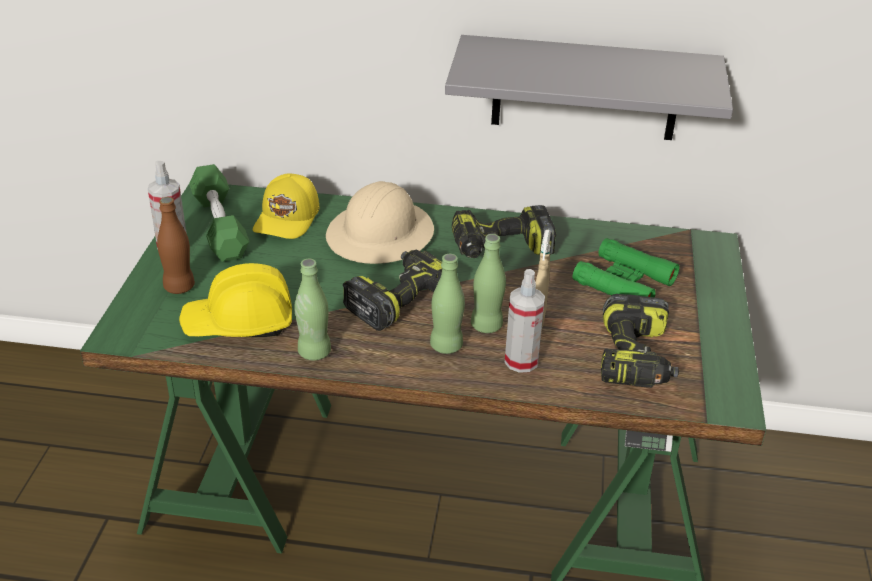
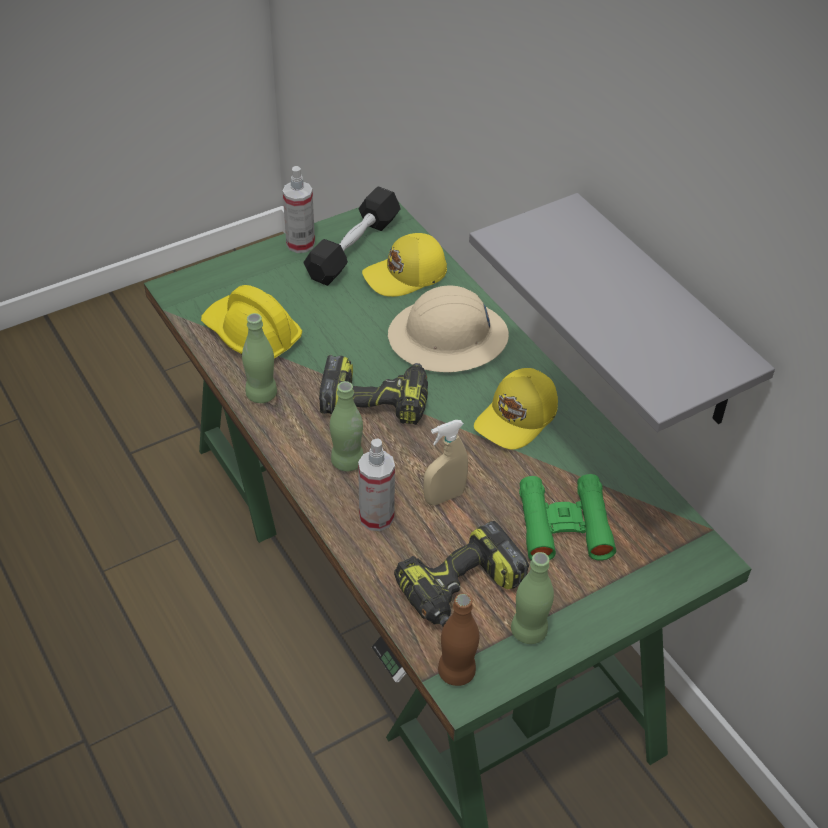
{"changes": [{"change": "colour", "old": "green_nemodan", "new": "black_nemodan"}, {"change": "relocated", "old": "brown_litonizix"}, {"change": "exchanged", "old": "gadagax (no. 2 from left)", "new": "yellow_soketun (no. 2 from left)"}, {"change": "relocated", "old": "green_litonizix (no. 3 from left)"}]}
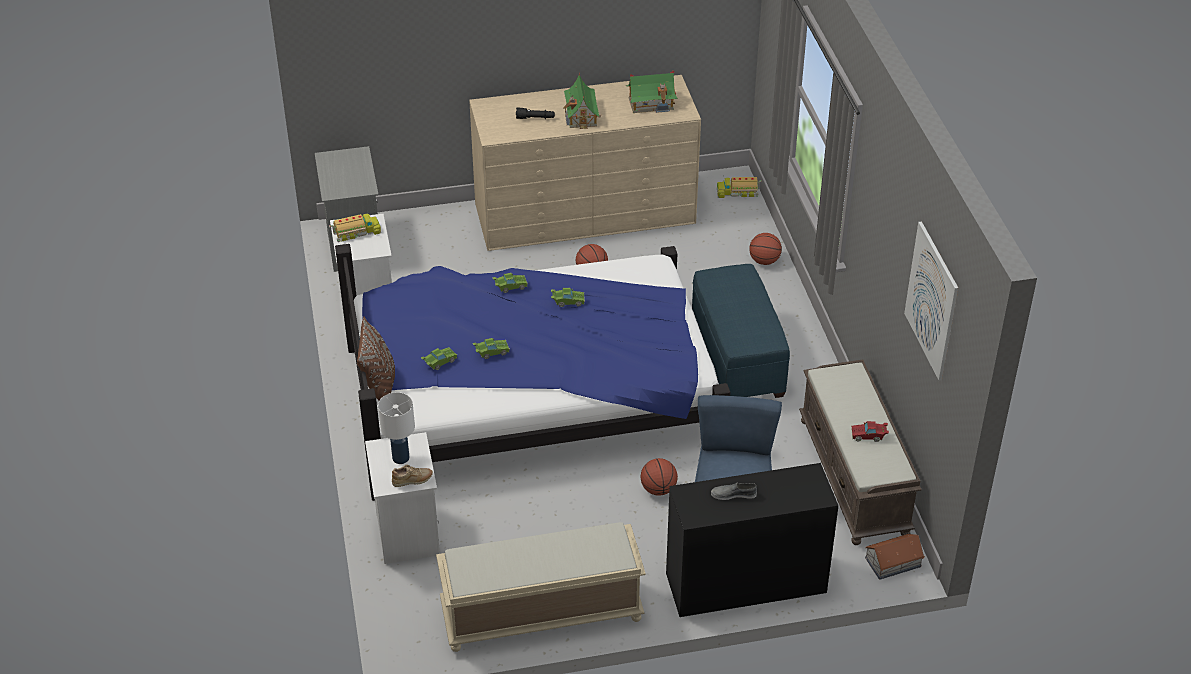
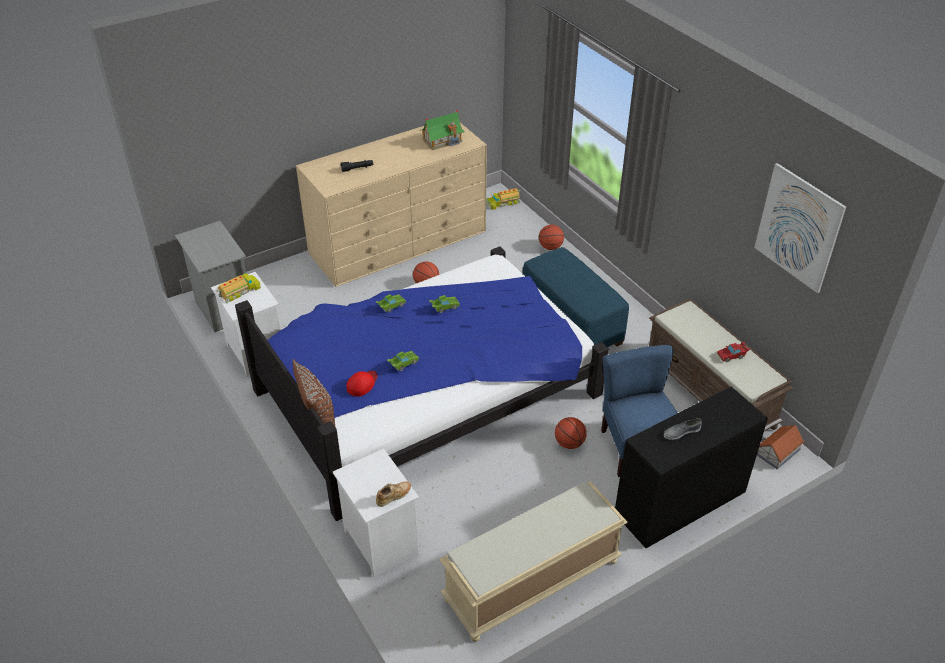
{"changes": [{"change": "exchanged", "old": "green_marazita (no. 1 from left)", "new": "red_soketun"}, {"change": "missing", "old": "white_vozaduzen"}, {"change": "missing", "old": "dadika (no. 1 from left)"}]}
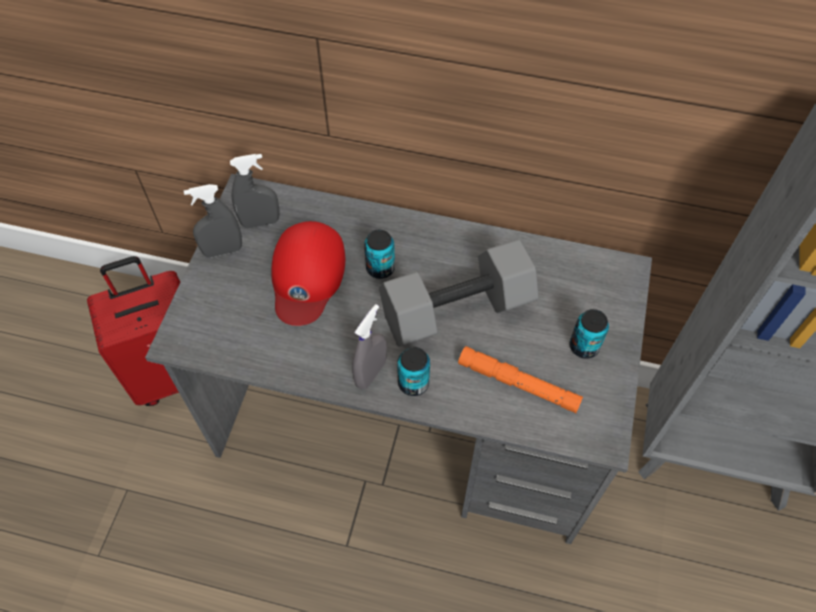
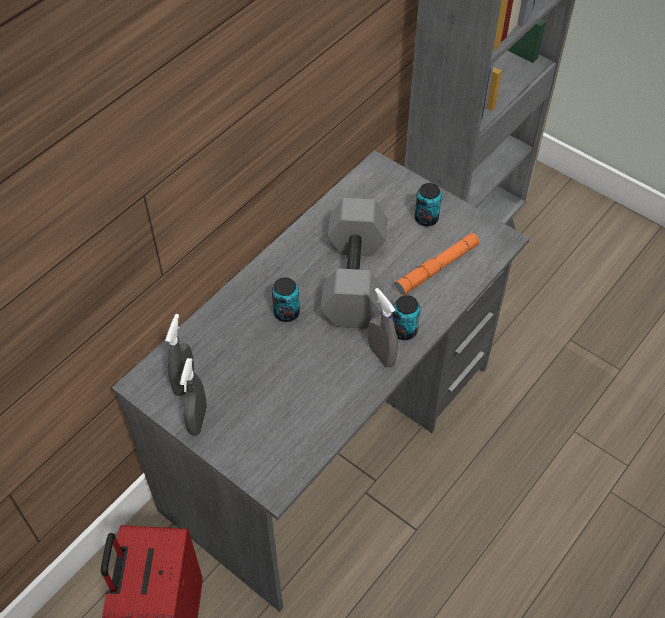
{"changes": [{"change": "missing", "old": "red_soketun"}]}
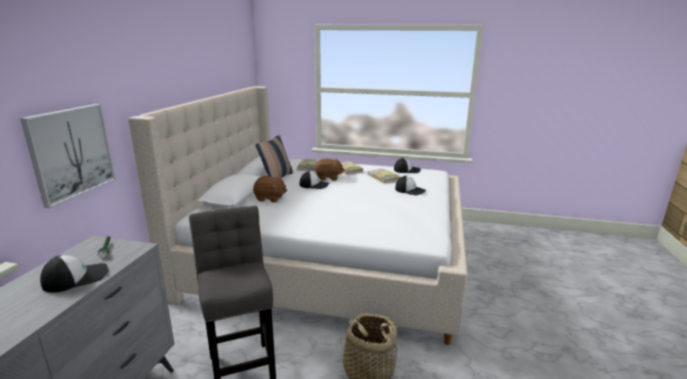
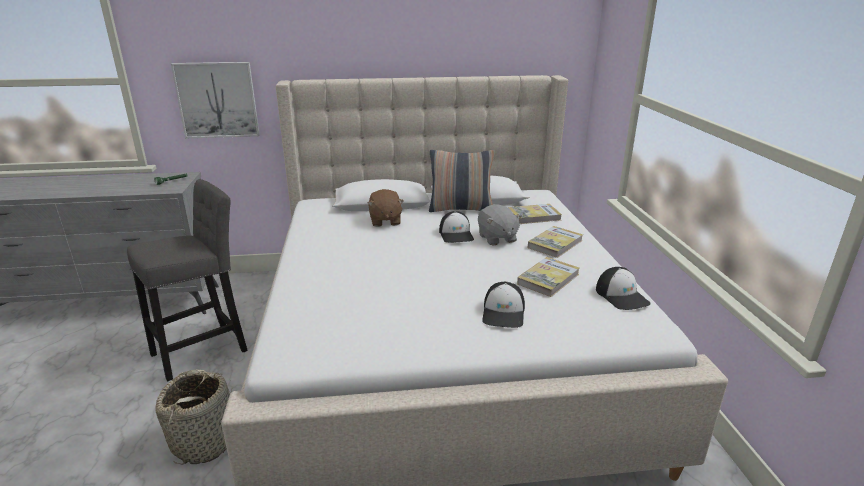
{"changes": [{"change": "colour", "old": "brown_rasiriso (no. 2 from left)", "new": "grey_rasiriso"}, {"change": "missing", "old": "soketun (no. 1 from left)"}]}
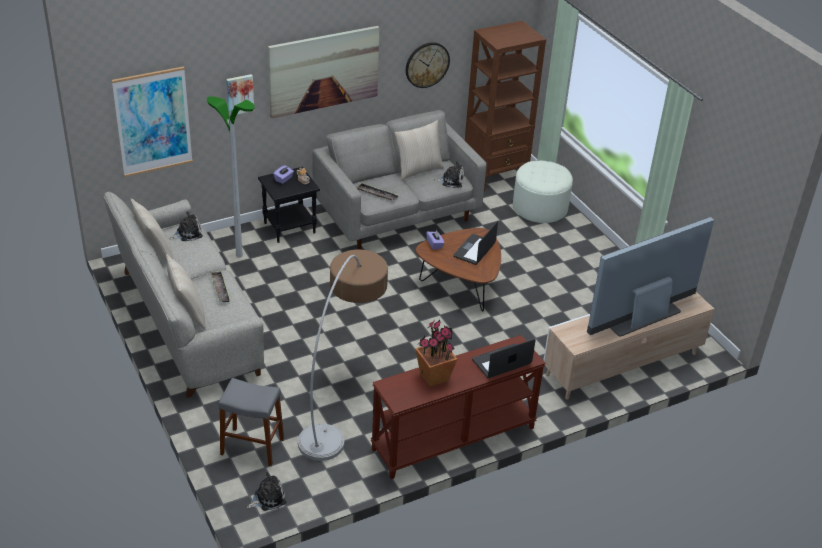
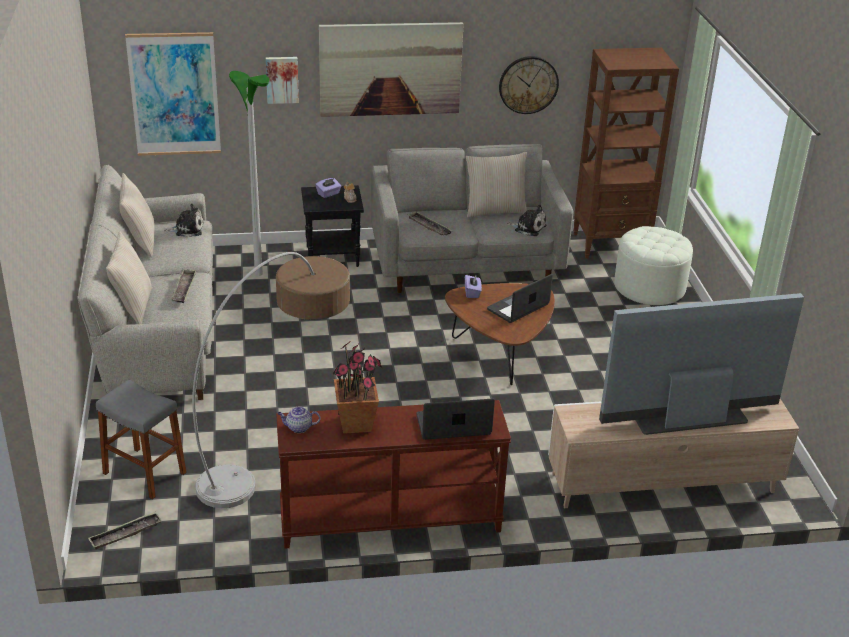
{"changes": [{"change": "exchanged", "old": "rasiriso (no. 2 from left)", "new": "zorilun (no. 1 from left)"}, {"change": "appeared", "new": "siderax (no. 1 from left)"}]}
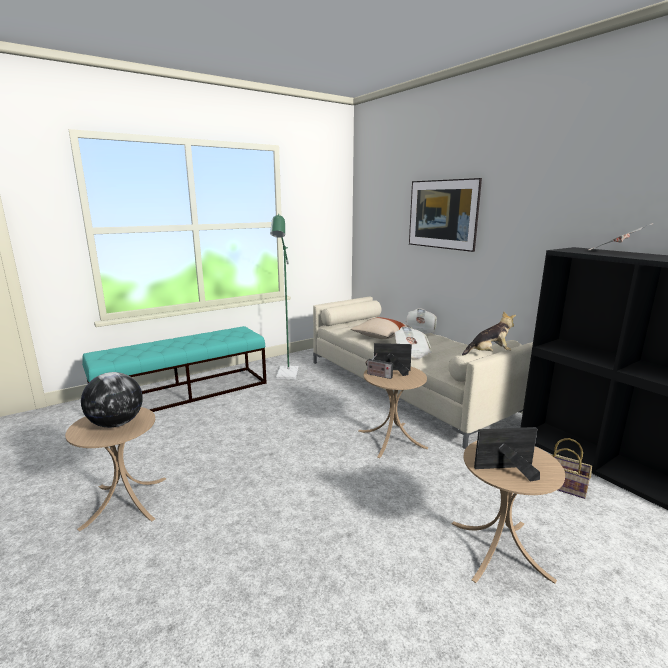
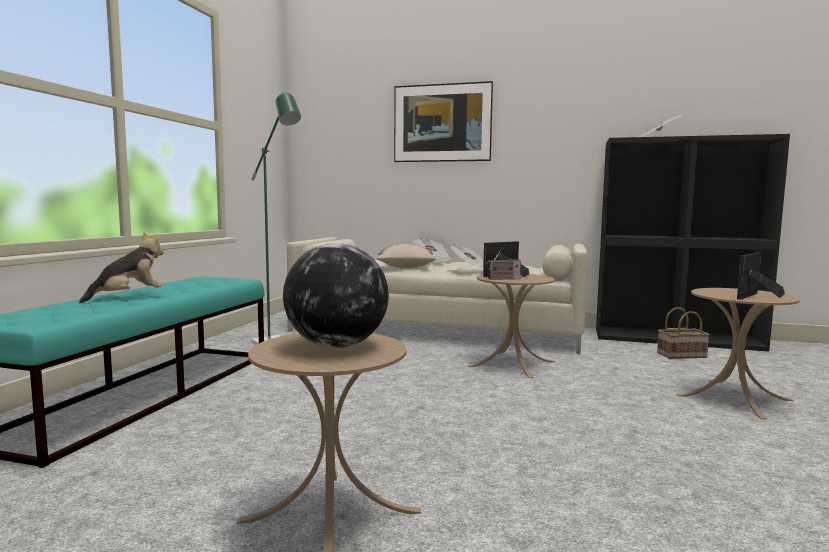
{"changes": [{"change": "relocated", "old": "rasiriso"}]}
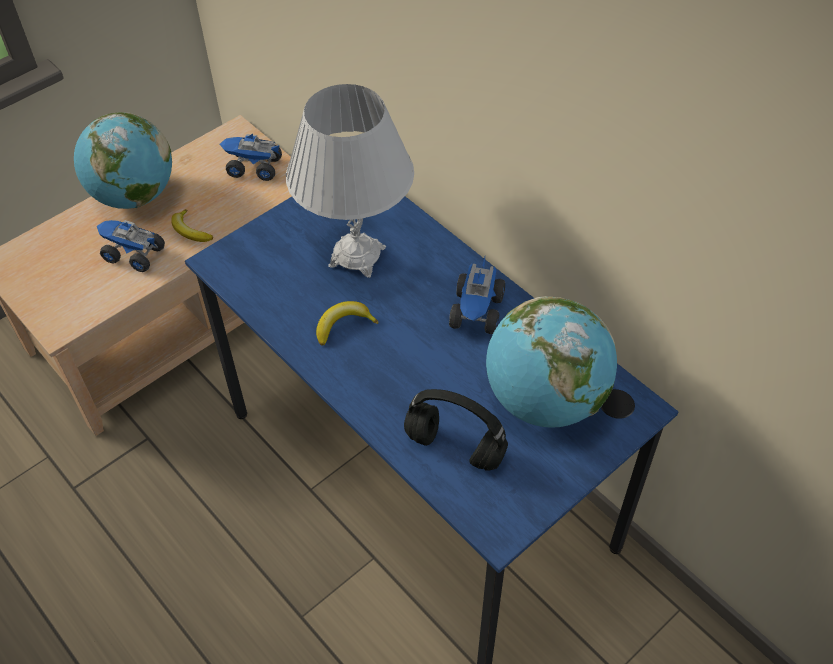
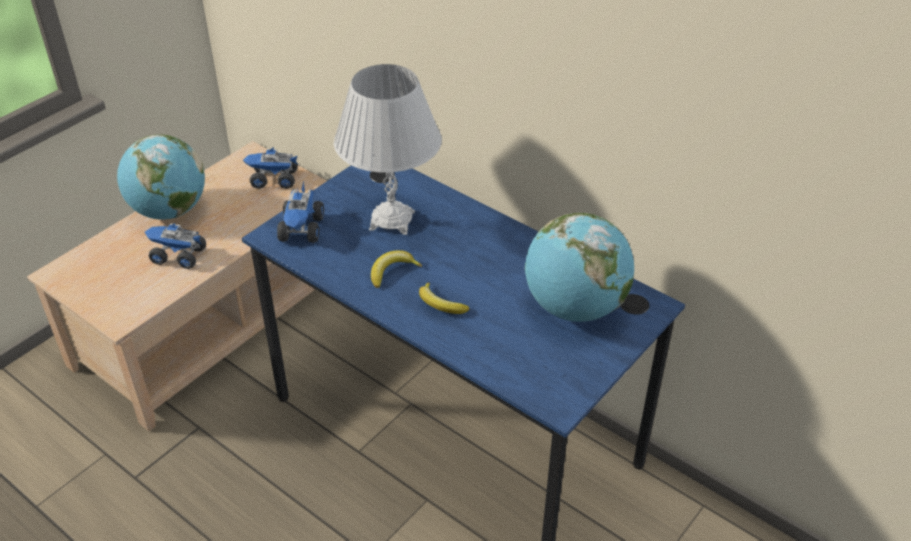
{"changes": [{"change": "relocated", "old": "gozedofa (no. 3 from left)"}, {"change": "relocated", "old": "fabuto (no. 1 from left in the first image)", "new": "fabuto (no. 2 from left)"}, {"change": "missing", "old": "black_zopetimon"}]}
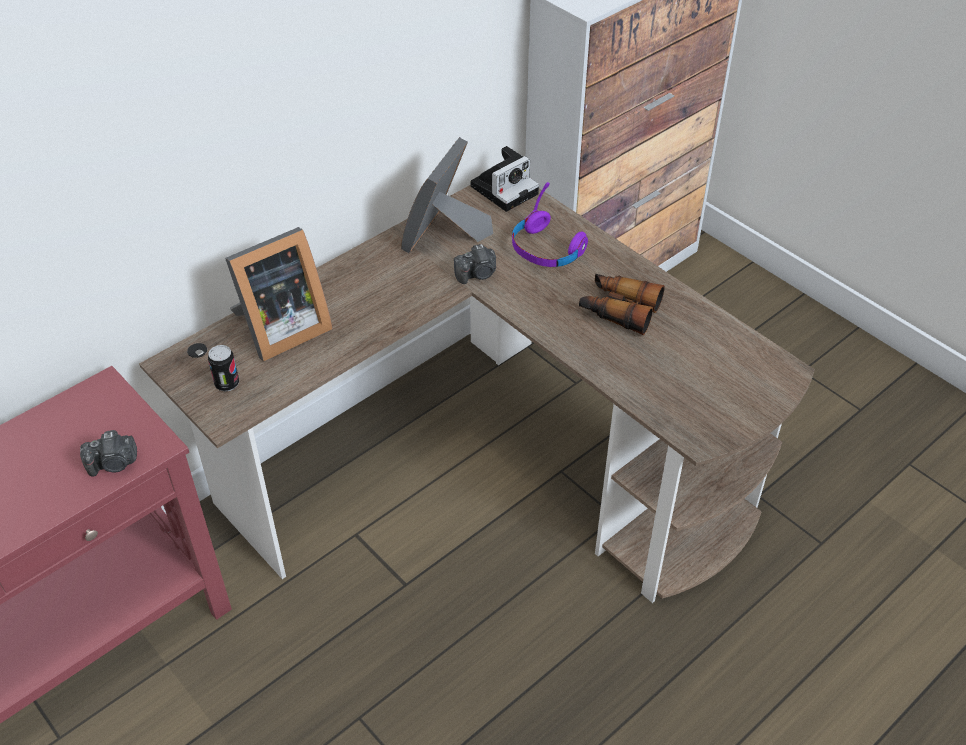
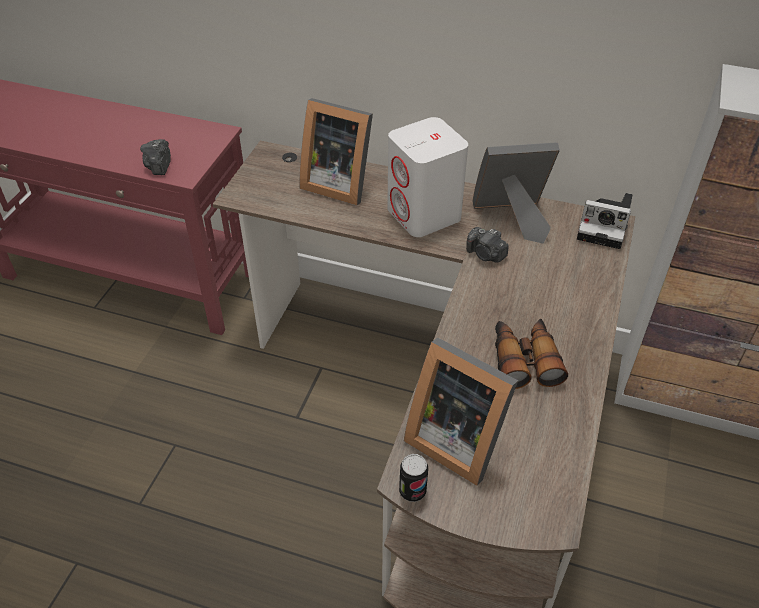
{"changes": [{"change": "spun", "old": "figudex (no. 1 from left)", "degrees": 45}, {"change": "appeared", "new": "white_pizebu"}, {"change": "relocated", "old": "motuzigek"}, {"change": "appeared", "new": "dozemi (no. 2 from left)"}, {"change": "missing", "old": "purple_zopetimon"}]}
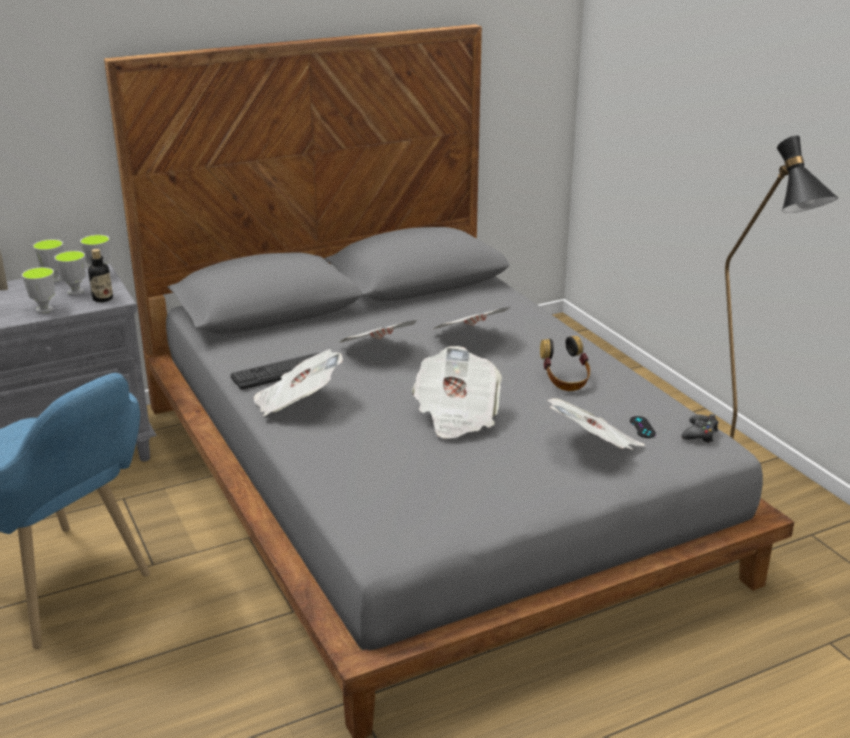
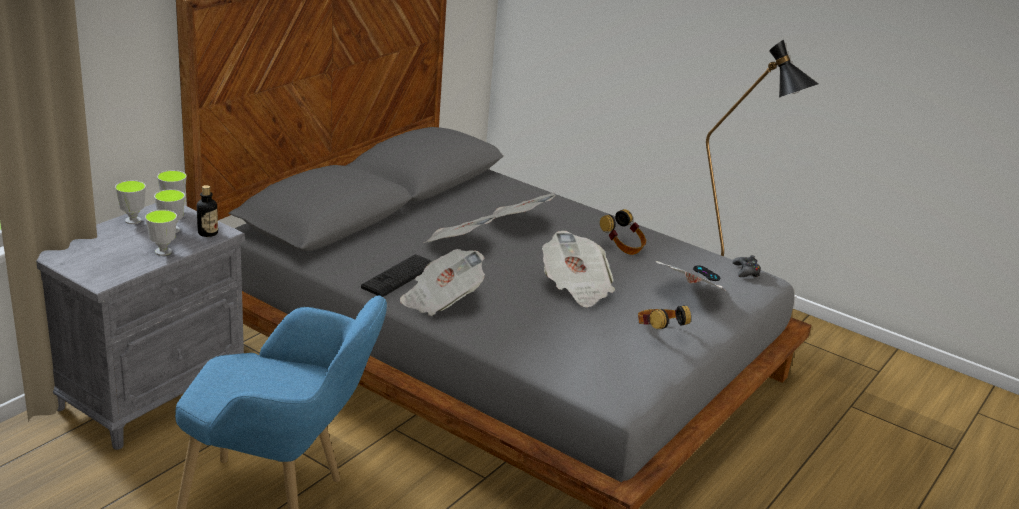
{"changes": [{"change": "appeared", "new": "zopetimon (no. 2 from left)"}]}
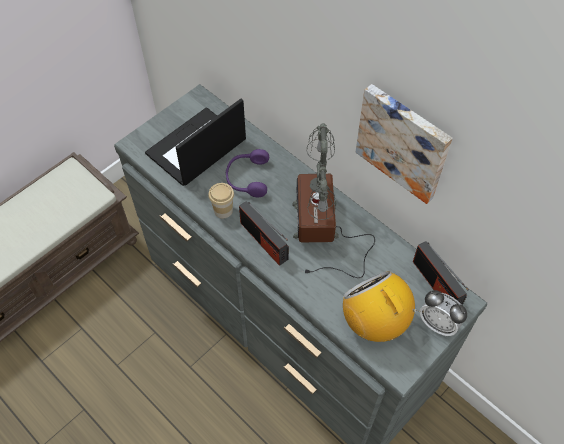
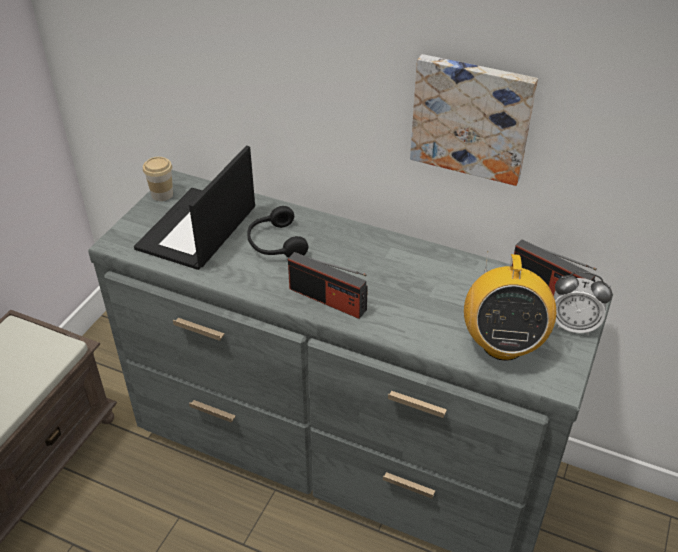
{"changes": [{"change": "relocated", "old": "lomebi"}, {"change": "colour", "old": "purple_zopetimon", "new": "black_zopetimon"}, {"change": "spun", "old": "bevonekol (no. 2 from left)", "degrees": -120}, {"change": "missing", "old": "vozaduzen"}]}
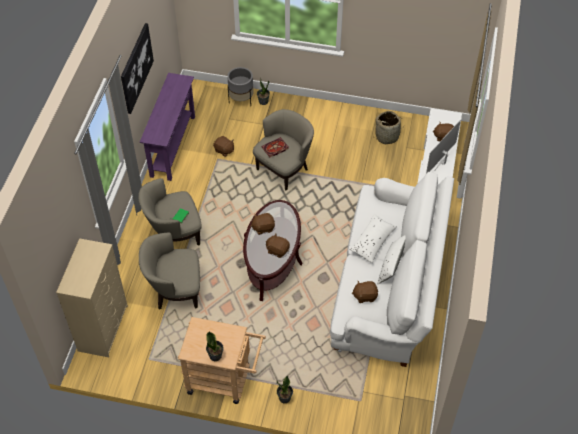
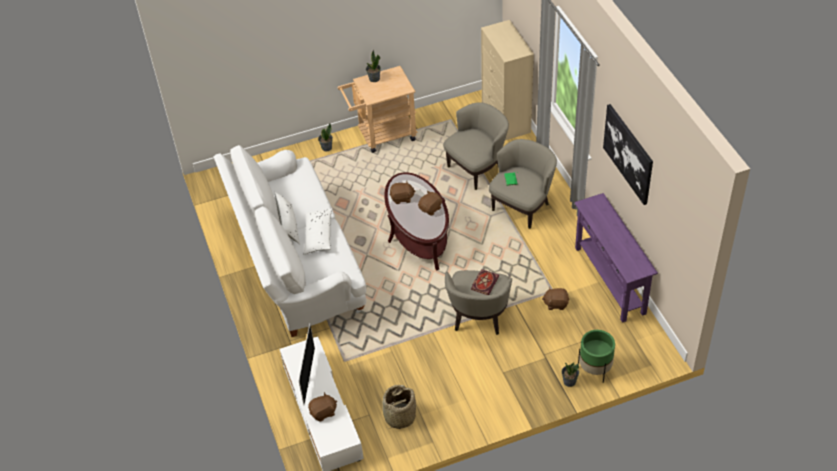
{"changes": [{"change": "colour", "old": "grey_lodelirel", "new": "green_lodelirel"}, {"change": "missing", "old": "brown_rasiriso (no. 4 from left)"}]}
